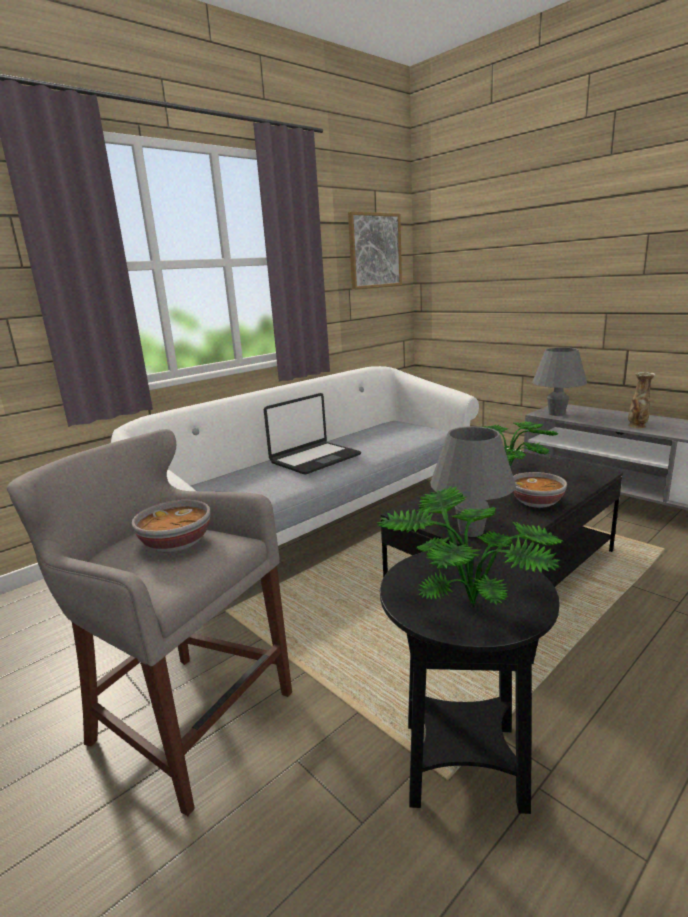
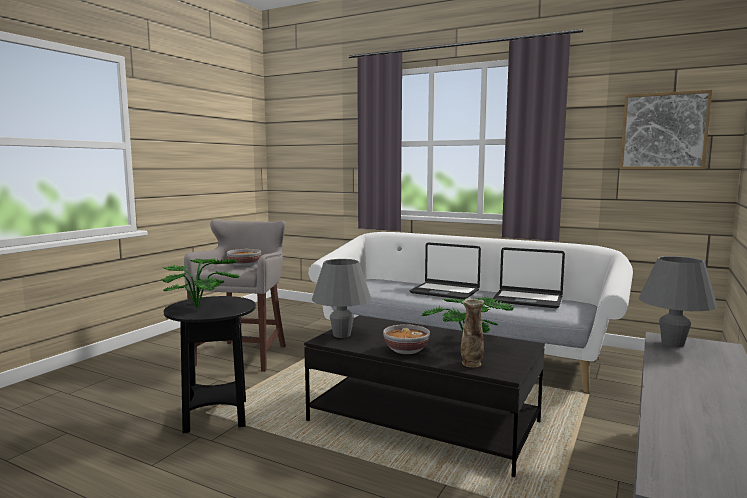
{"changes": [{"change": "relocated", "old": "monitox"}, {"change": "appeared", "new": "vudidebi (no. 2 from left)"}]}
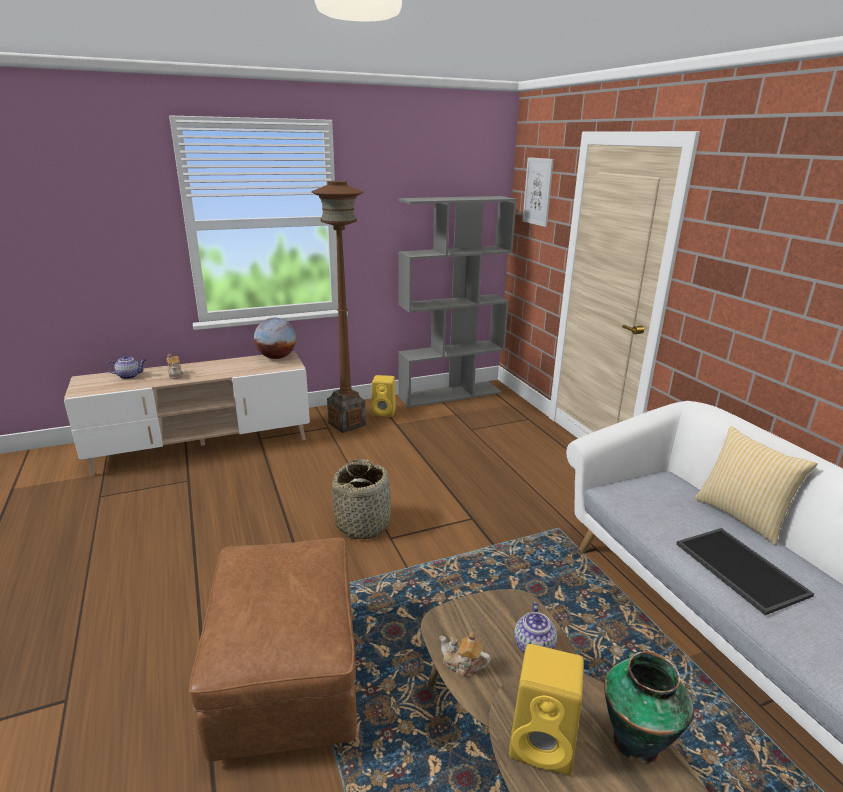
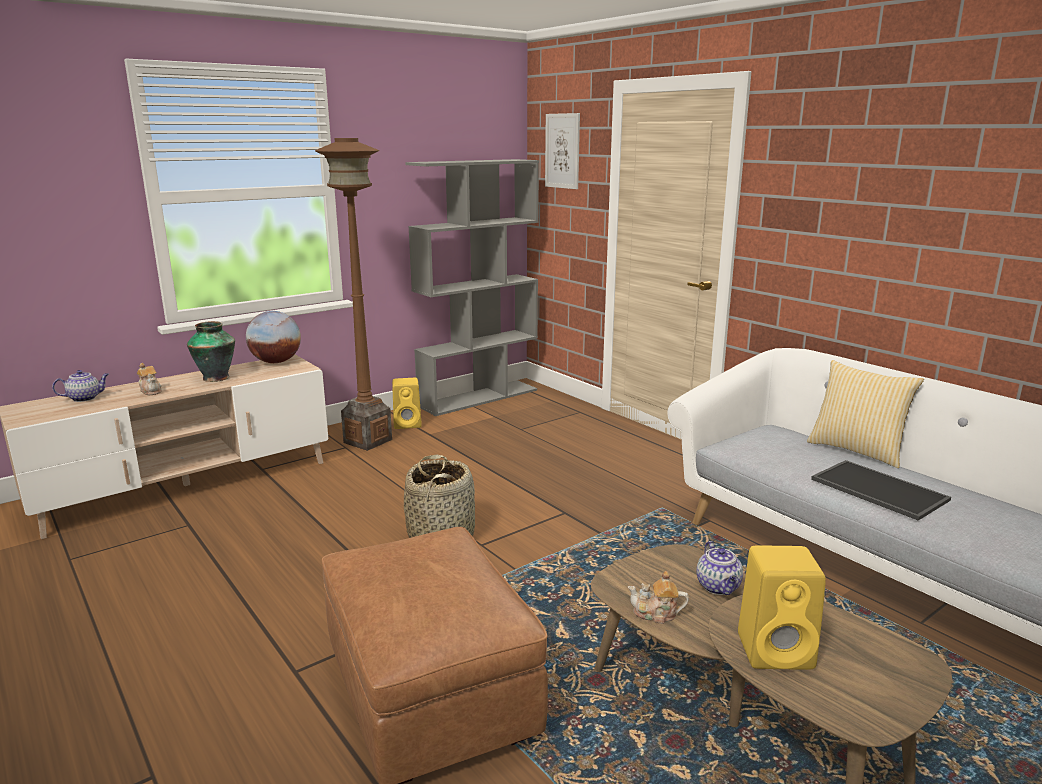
{"changes": [{"change": "relocated", "old": "monitox"}]}
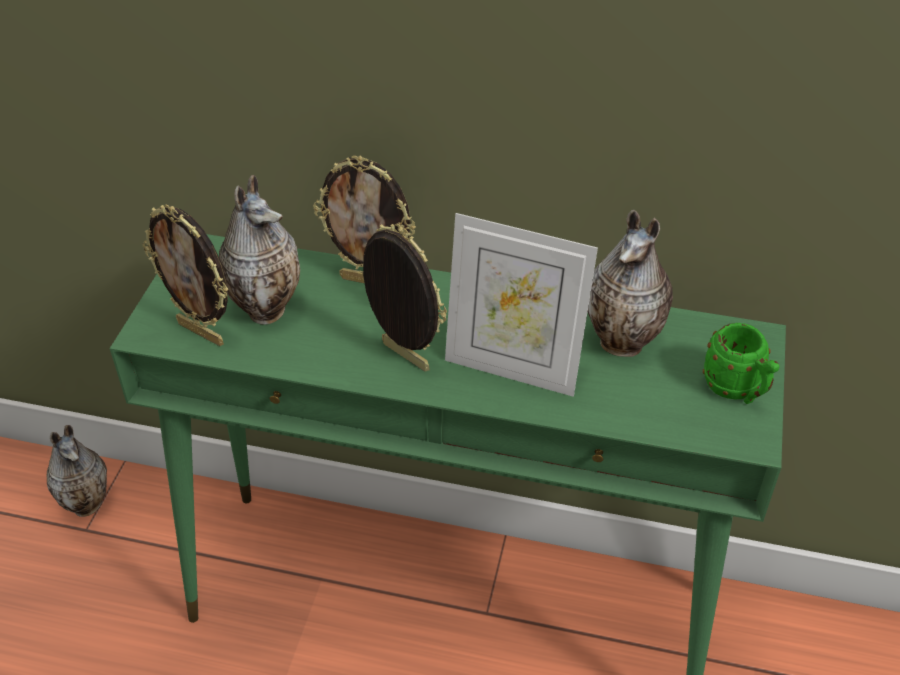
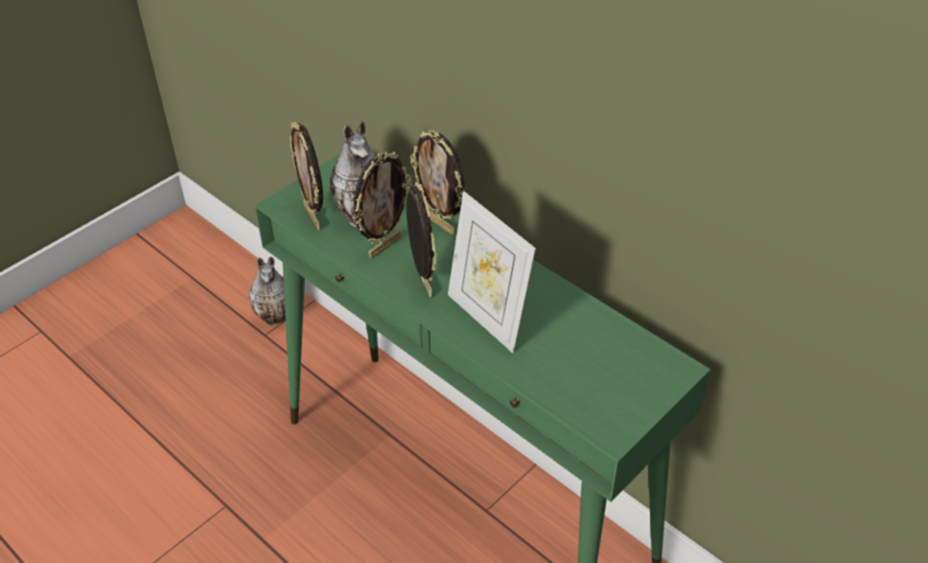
{"changes": [{"change": "appeared", "new": "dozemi (no. 2 from left)"}, {"change": "missing", "old": "monitox (no. 3 from left)"}, {"change": "missing", "old": "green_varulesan"}]}
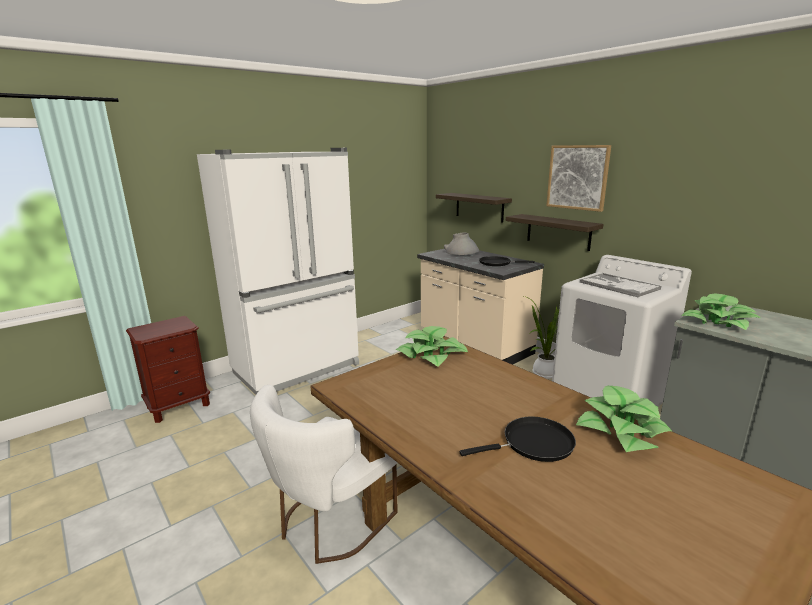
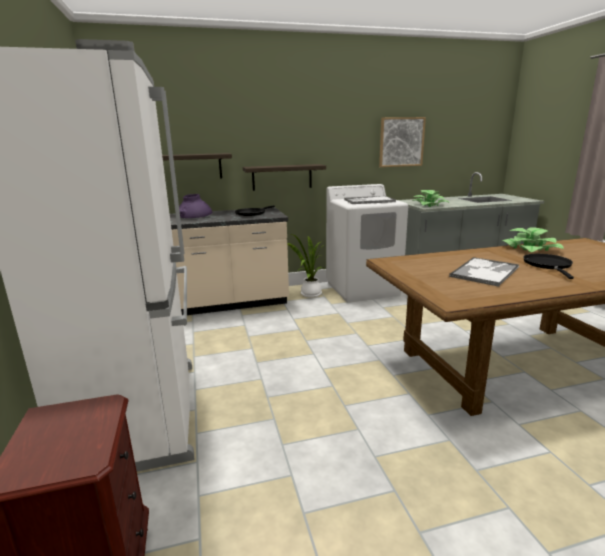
{"changes": [{"change": "colour", "old": "grey_monitox", "new": "purple_monitox"}, {"change": "relocated", "old": "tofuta"}, {"change": "appeared", "new": "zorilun (no. 2 from left)"}, {"change": "missing", "old": "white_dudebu"}, {"change": "missing", "old": "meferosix (no. 1 from left)"}]}
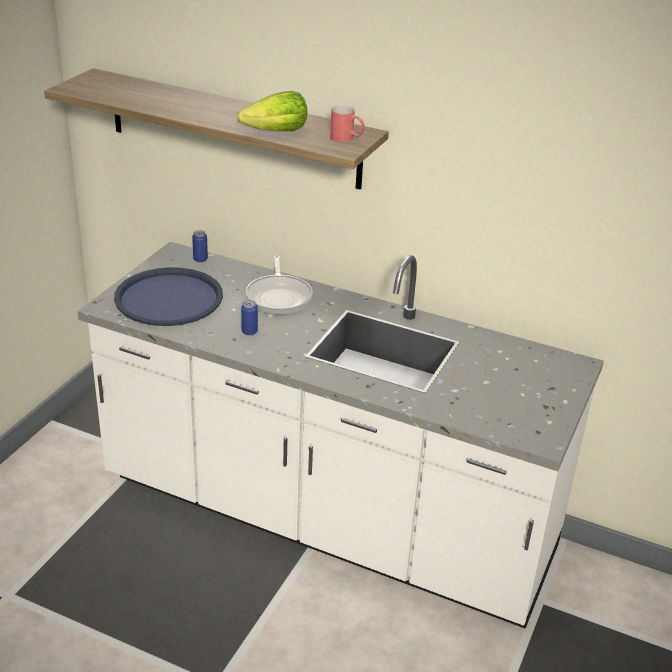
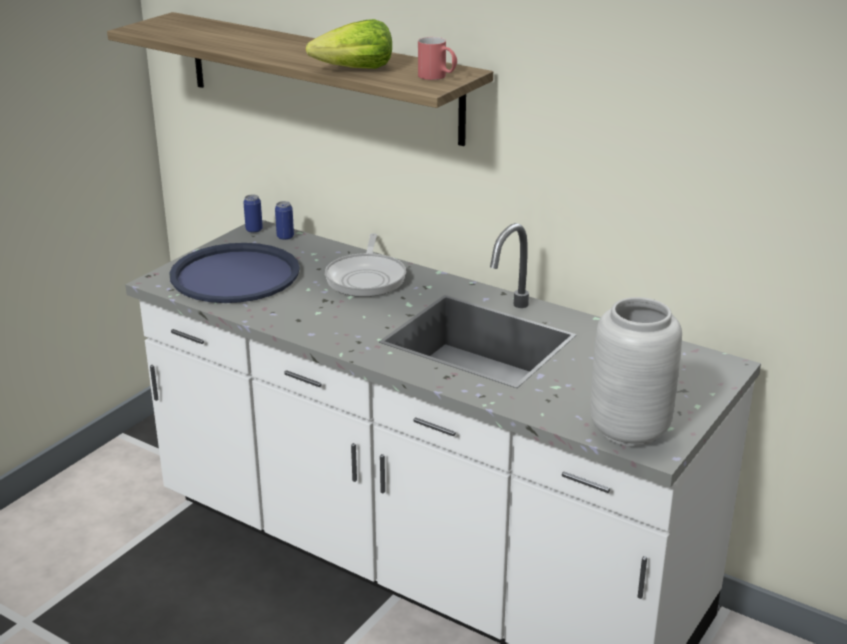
{"changes": [{"change": "relocated", "old": "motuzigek (no. 2 from left in the first image)", "new": "motuzigek (no. 1 from left)"}, {"change": "appeared", "new": "grey_monitox"}]}
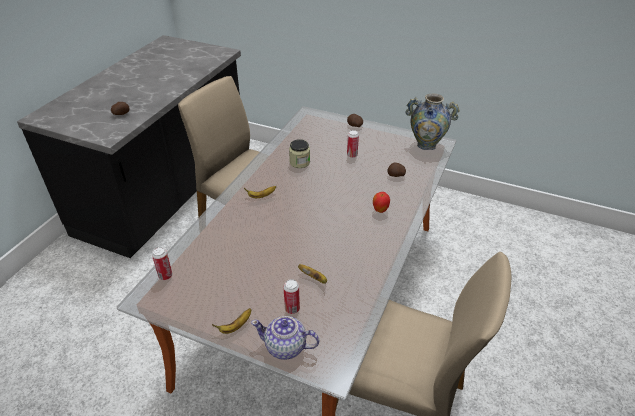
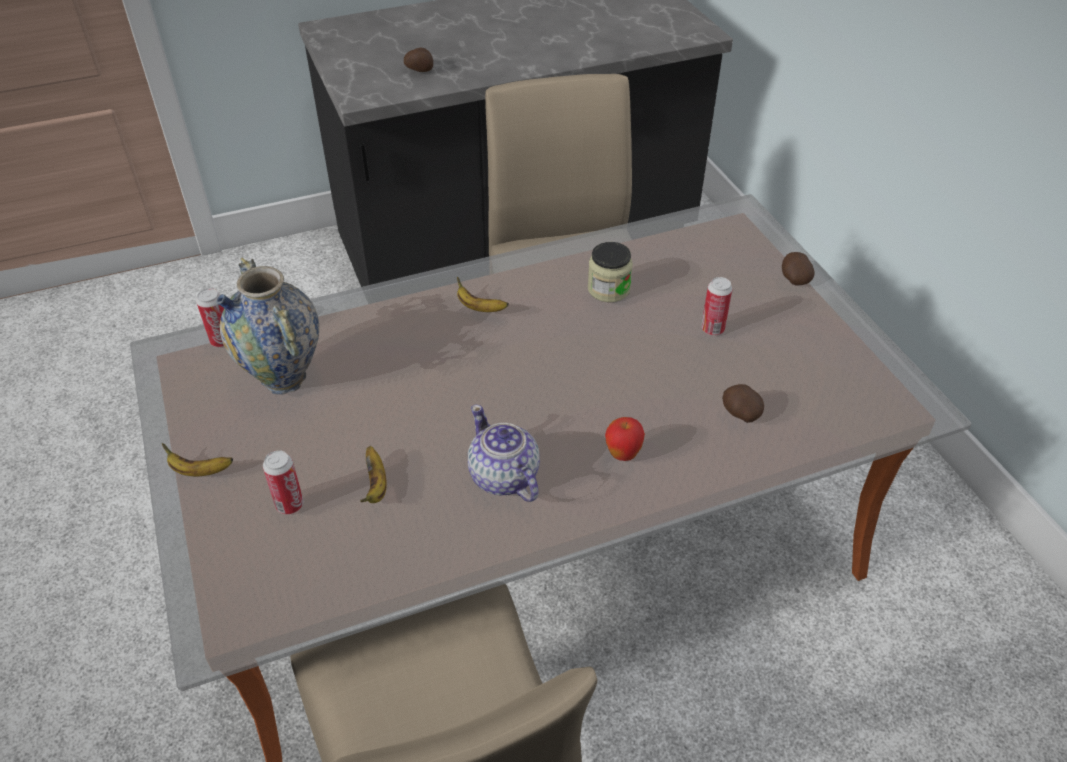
{"changes": [{"change": "relocated", "old": "monitox"}, {"change": "relocated", "old": "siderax"}]}
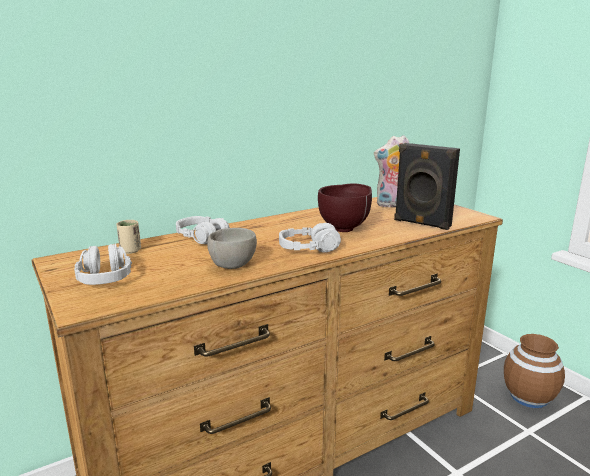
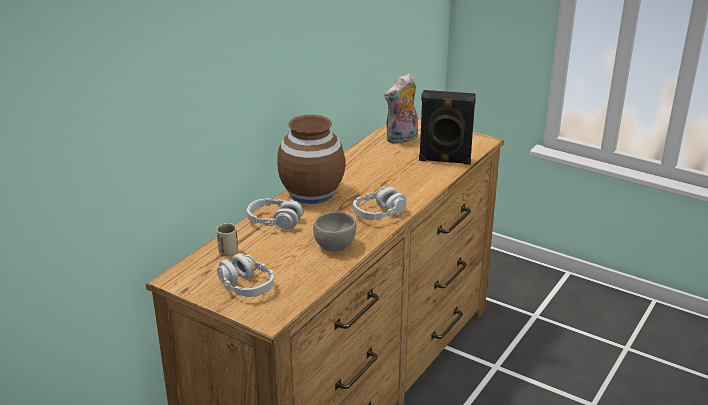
{"changes": [{"change": "relocated", "old": "brown_monitox"}, {"change": "missing", "old": "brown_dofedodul"}]}
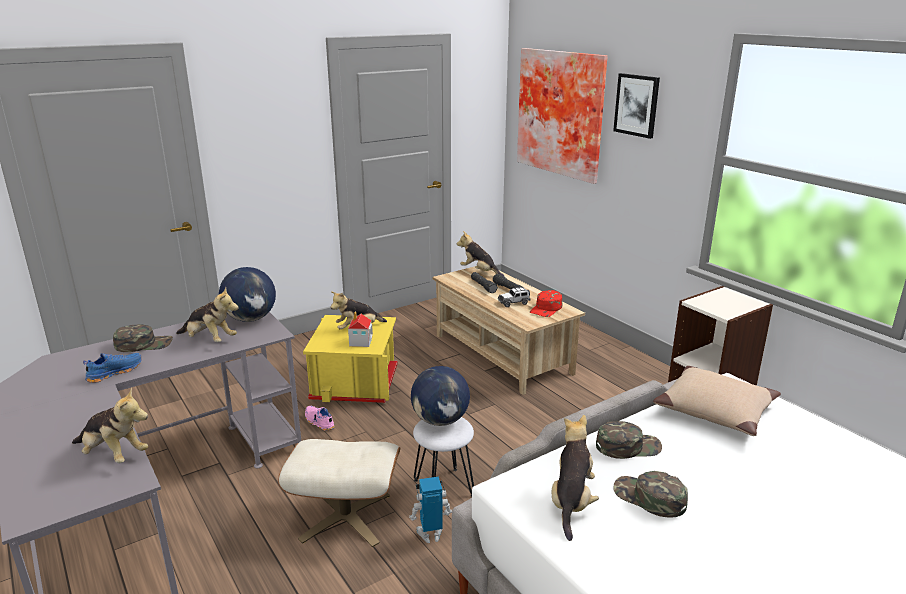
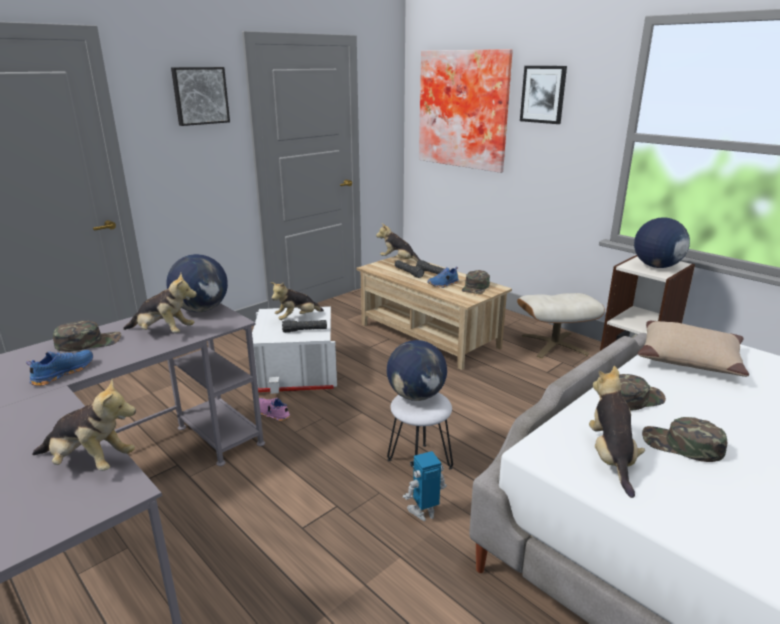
{"changes": [{"change": "appeared", "new": "tofuta (no. 1 from left)"}, {"change": "colour", "old": "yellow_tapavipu", "new": "white_tapavipu"}, {"change": "exchanged", "old": "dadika", "new": "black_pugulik (no. 1 from left)"}, {"change": "exchanged", "old": "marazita", "new": "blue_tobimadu (no. 2 from left)"}, {"change": "colour", "old": "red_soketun", "new": "green_soketun (no. 2 from left)"}, {"change": "relocated", "old": "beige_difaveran"}, {"change": "appeared", "new": "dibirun (no. 3 from left)"}]}
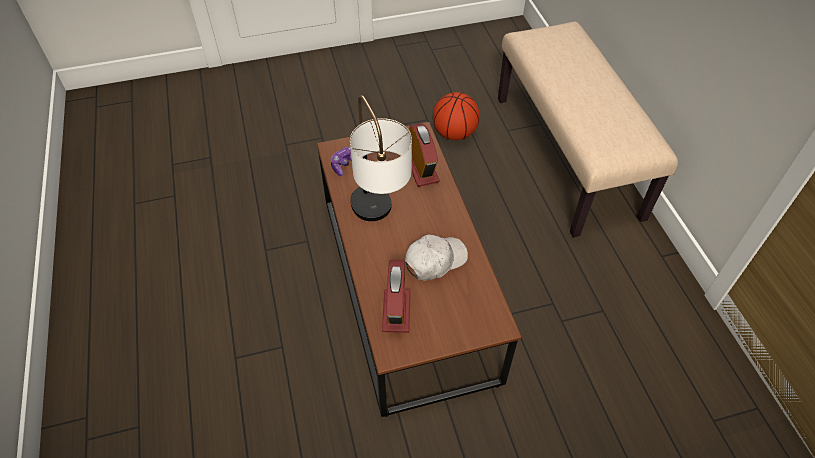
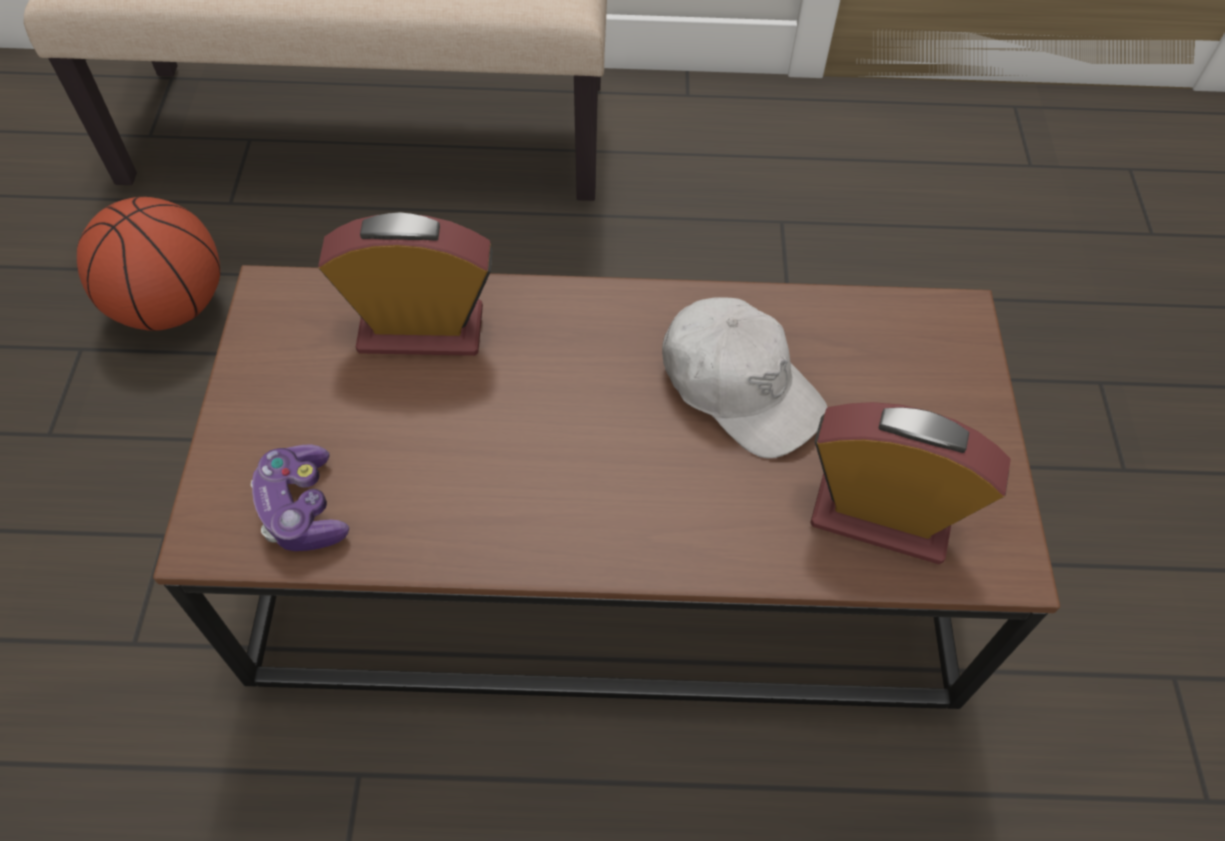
{"changes": [{"change": "spun", "old": "white_soketun", "degrees": 150}, {"change": "missing", "old": "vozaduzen"}]}
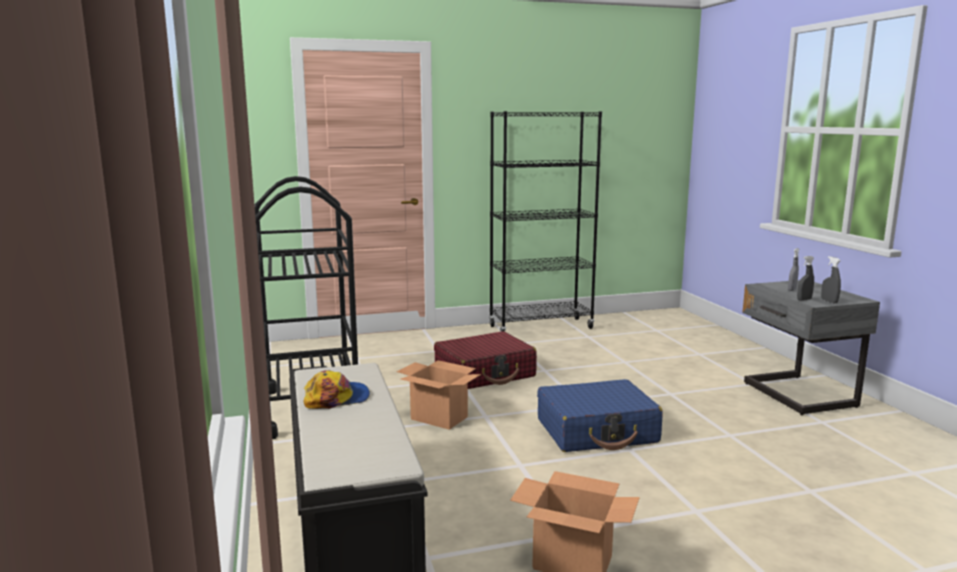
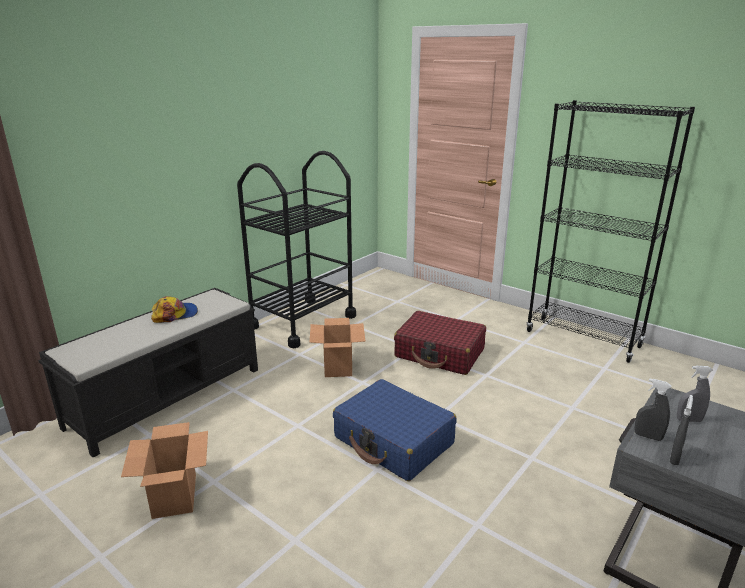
{"changes": [{"change": "spun", "old": "soketun", "degrees": -60}]}
